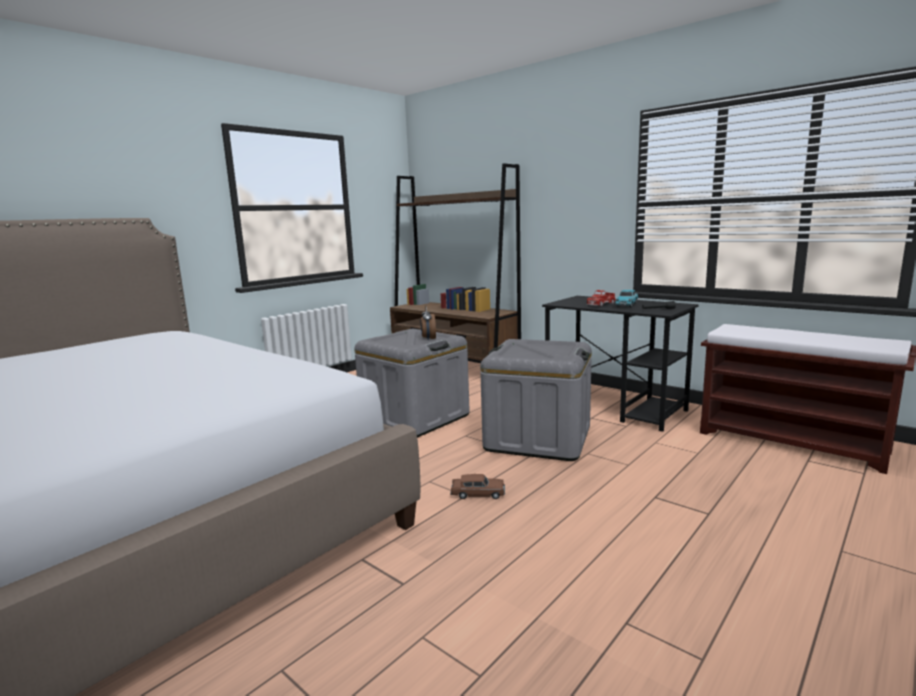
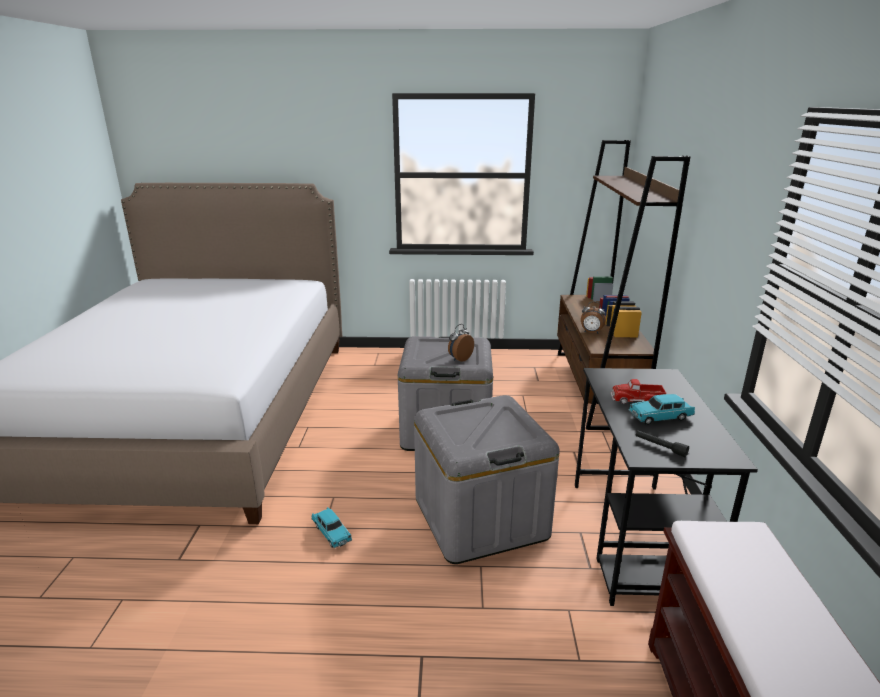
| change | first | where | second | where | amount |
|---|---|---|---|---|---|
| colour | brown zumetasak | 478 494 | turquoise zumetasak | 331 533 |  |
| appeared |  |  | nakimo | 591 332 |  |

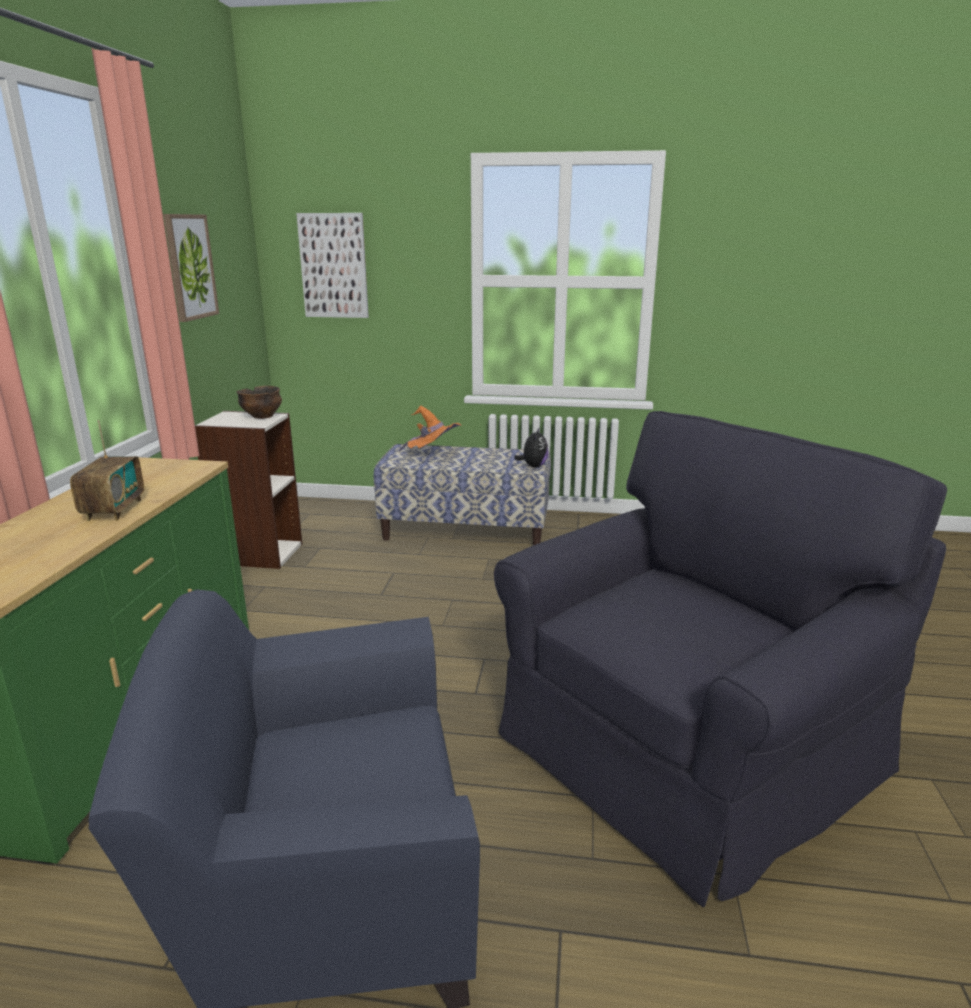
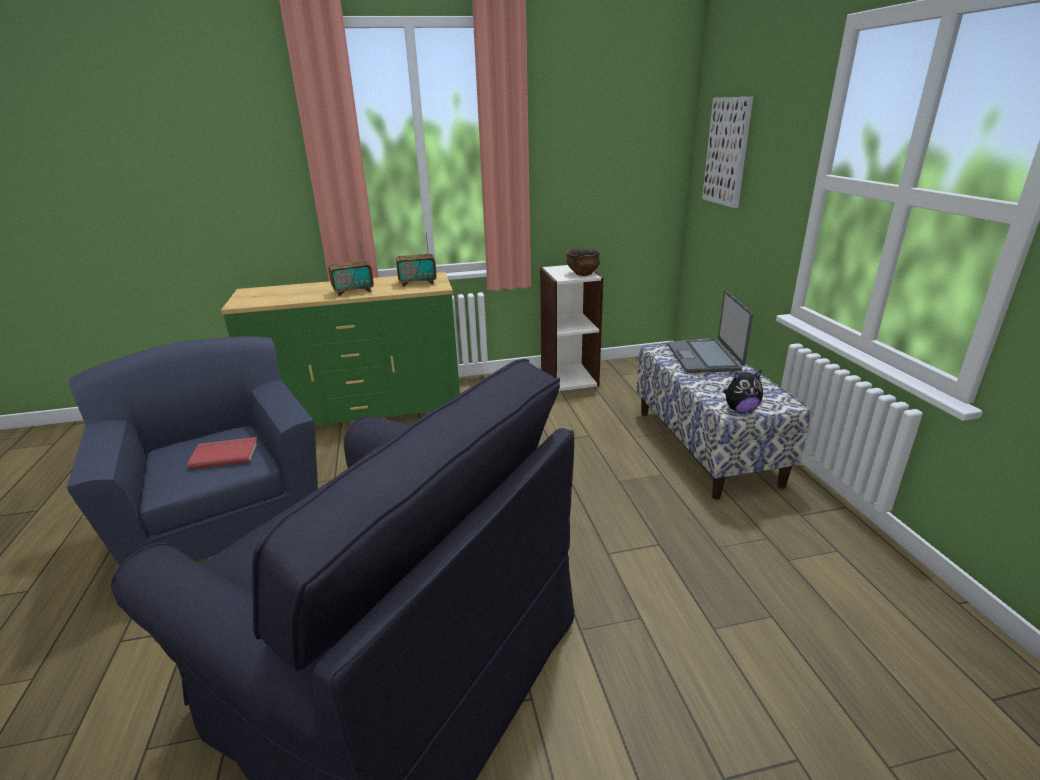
| change | first | where | second | where | amount |
|---|---|---|---|---|---|
| missing | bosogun | 190 267 |  |  |  |
| exchanged | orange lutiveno | 432 454 | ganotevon | 704 357 |  |
| appeared |  |  | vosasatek | 417 283 |  |
| appeared |  |  | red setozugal | 224 454 |  |

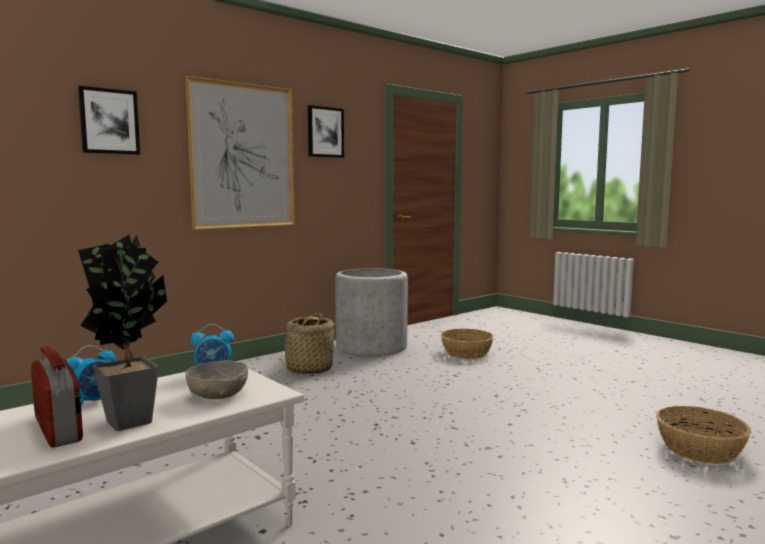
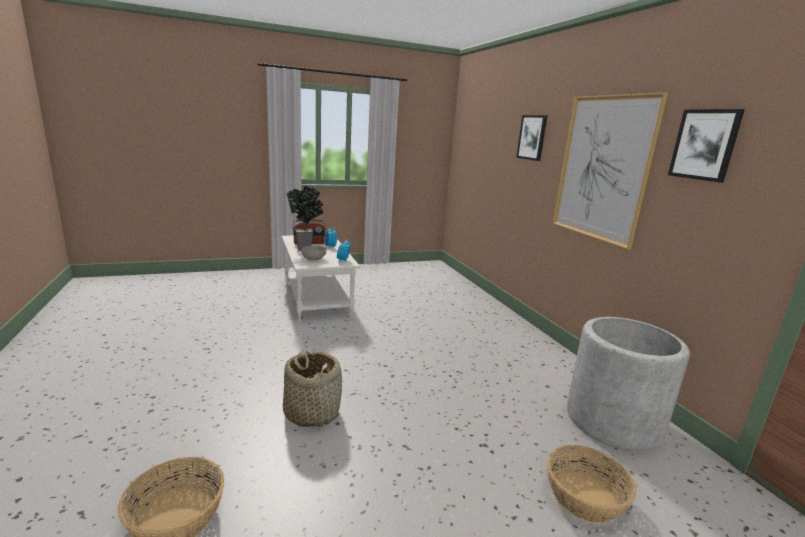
| change | first | where | second | where | amount |
|---|---|---|---|---|---|
| relocated | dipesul | 309 370 |  | 312 412 |  |

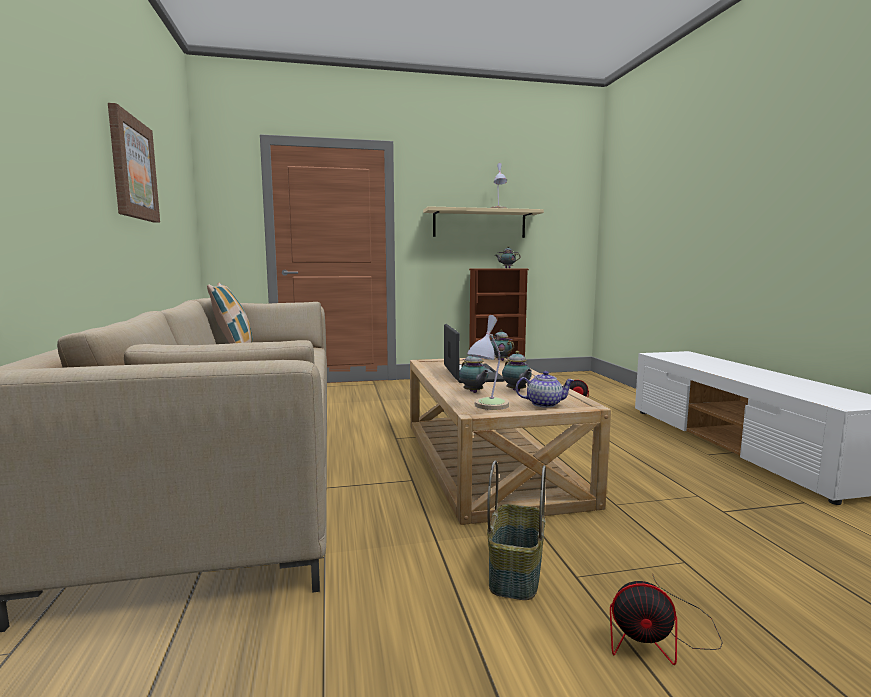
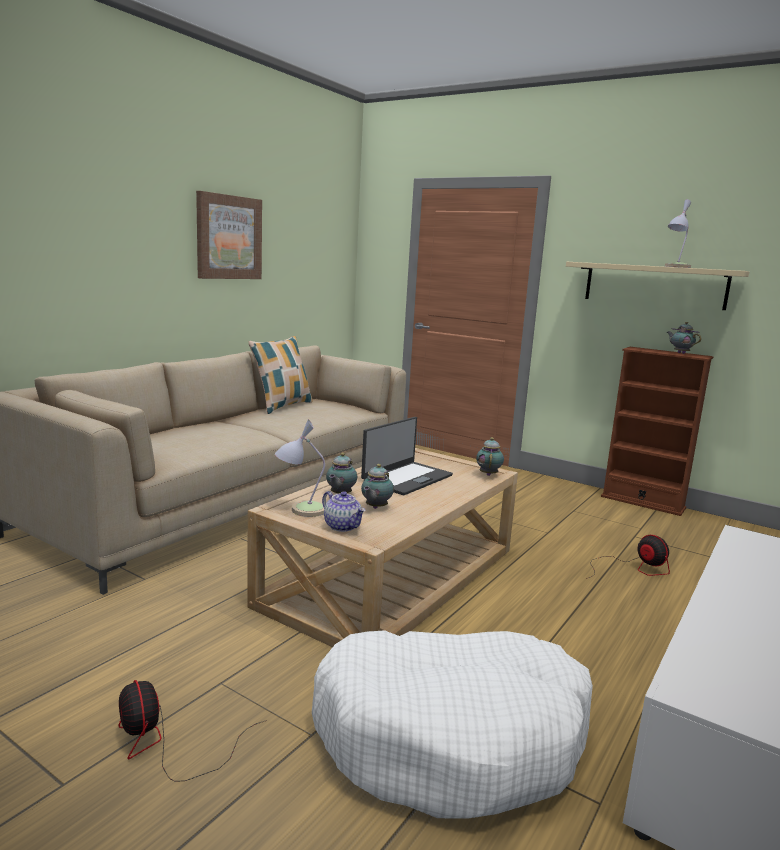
| change | first | where | second | where | amount |
|---|---|---|---|---|---|
| missing | dipesul | 514 572 |  |  |  |
| appeared |  |  | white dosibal | 452 737 |  |

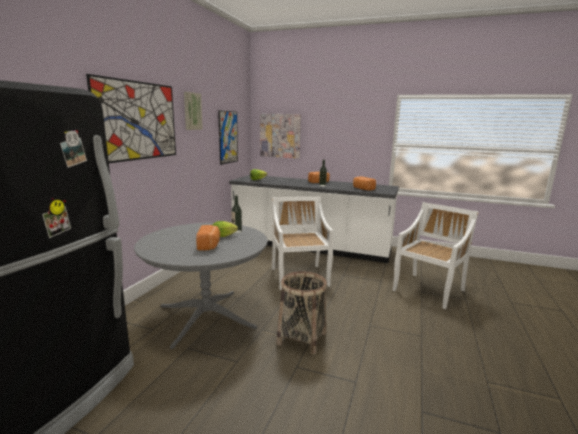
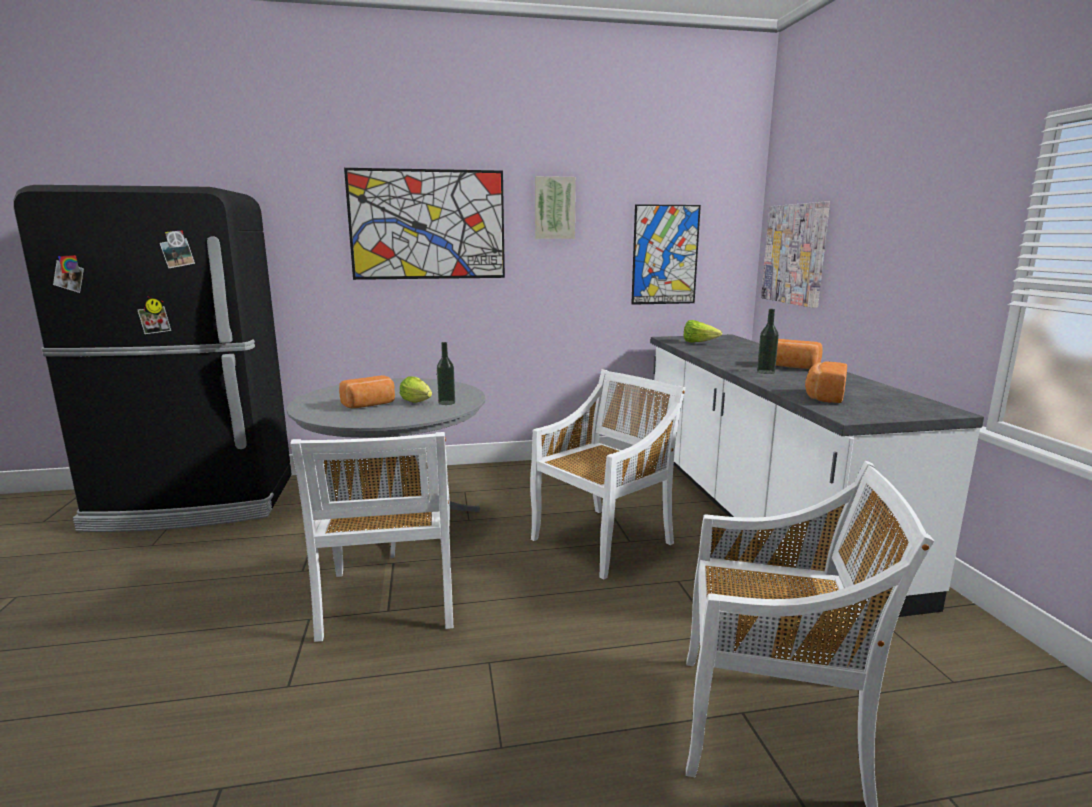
| change | first | where | second | where | amount |
|---|---|---|---|---|---|
| exchanged | dipesul | 301 338 | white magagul | 389 601 |  |

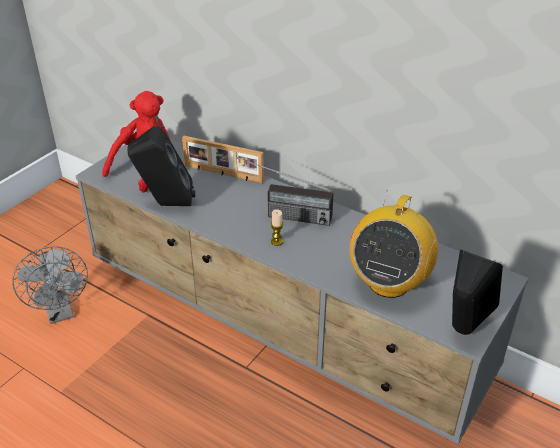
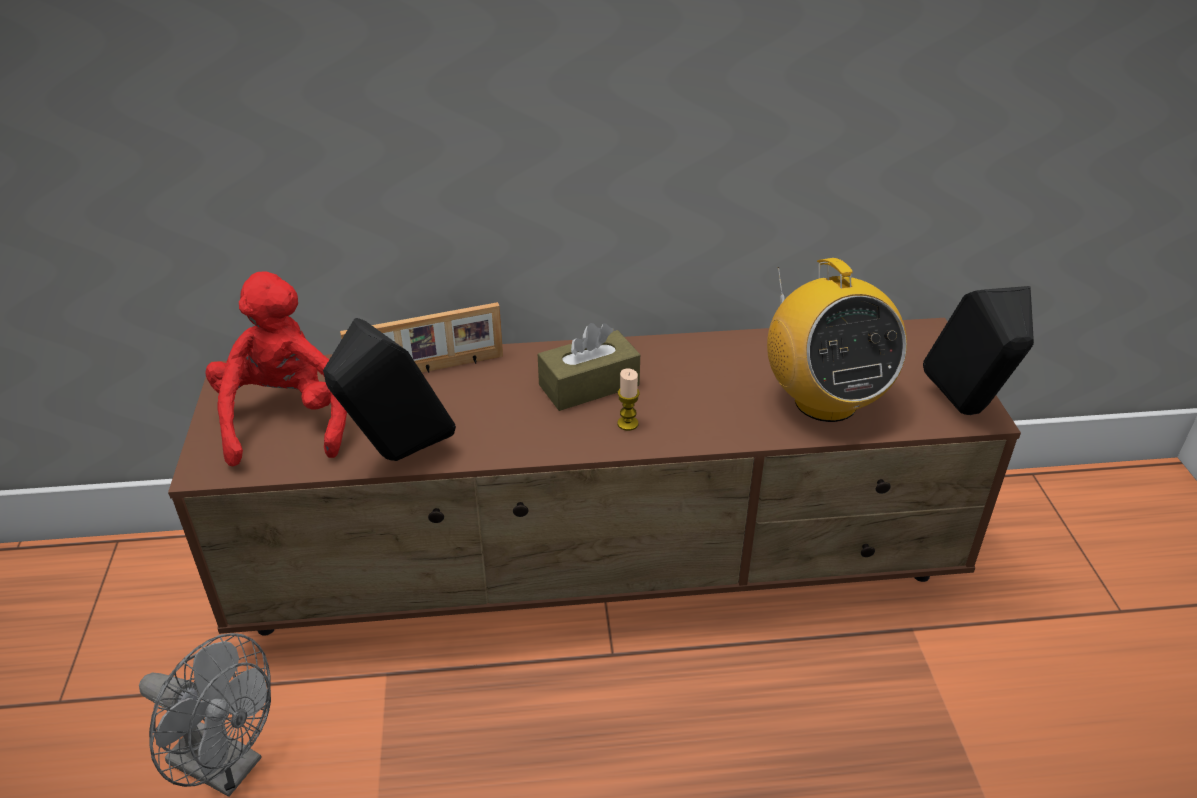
| change | first | where | second | where | amount |
|---|---|---|---|---|---|
| colour | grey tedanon | 282 328 | brown tedanon | 602 572 |  |
| exchanged | vosasatek | 283 215 | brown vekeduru | 589 385 |  |

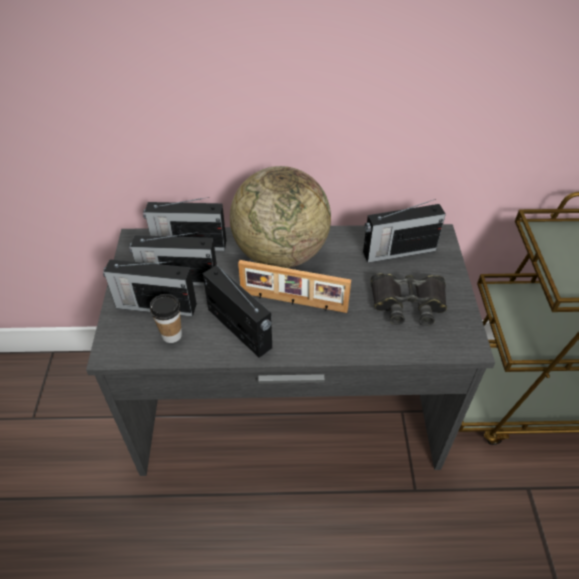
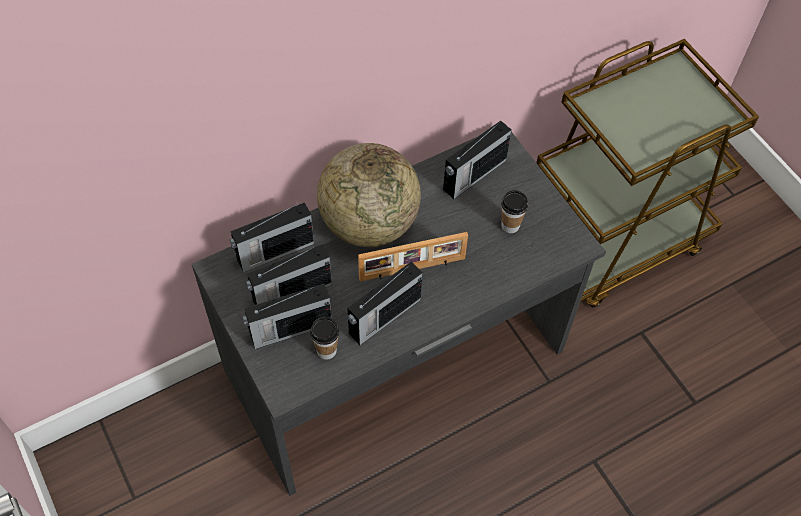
| change | first | where | second | where | amount |
|---|---|---|---|---|---|
| spun | vosasatek | 240 329 |  | 383 317 | 120 degrees clockwise |
| exchanged | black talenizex | 408 302 | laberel | 510 225 |  |

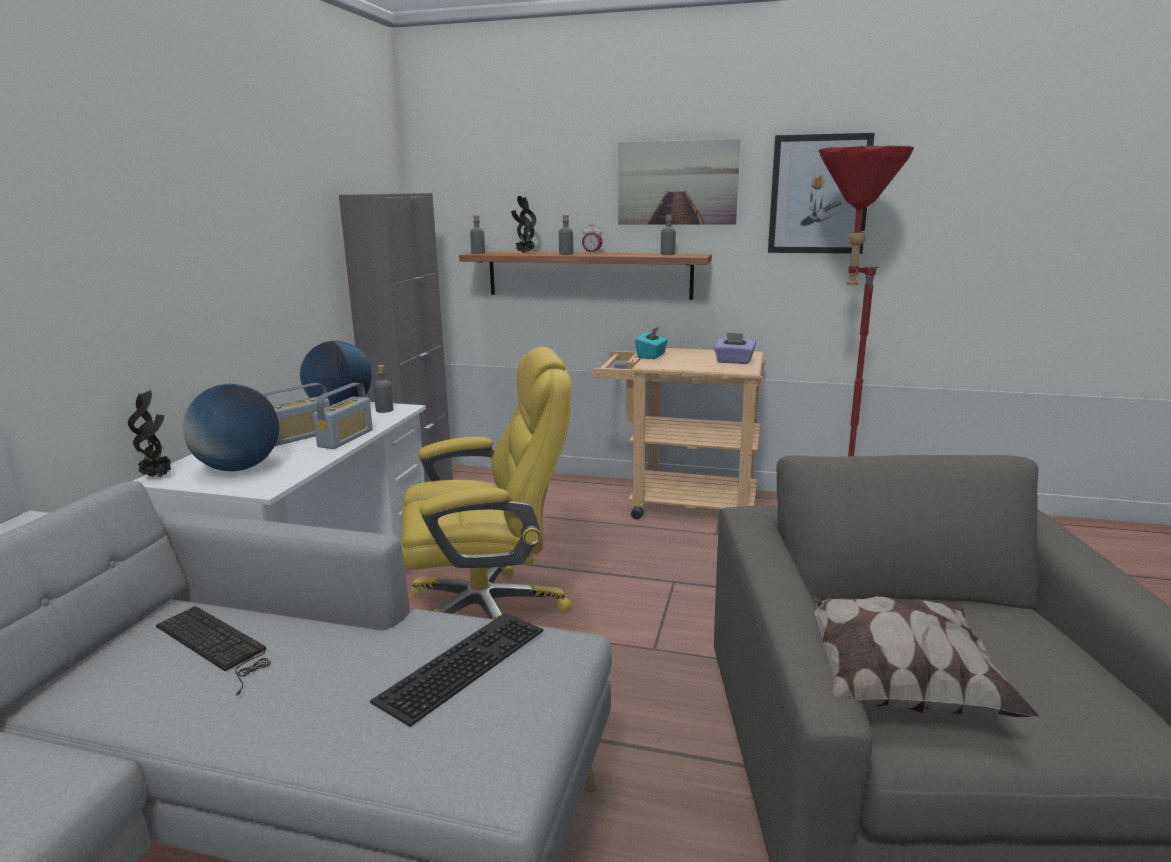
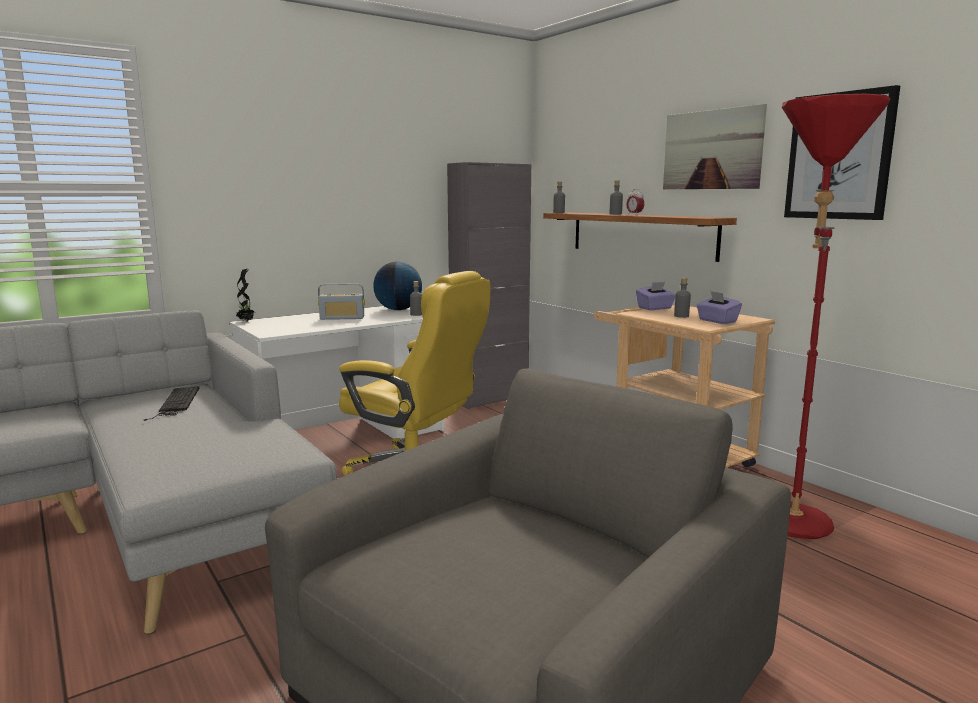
| change | first | where | second | where | amount |
|---|---|---|---|---|---|
| missing | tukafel | 524 253 |  |  |  |
| relocated | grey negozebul | 667 254 |  | 681 316 |  |
| colour | turquoise vekeduru | 651 356 | purple vekeduru | 655 308 |  |
| missing | vosasatek | 346 438 |  |  |  |
| missing | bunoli | 238 468 |  |  |  |
| missing | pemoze | 893 685 |  |  |  |
| missing | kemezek | 461 662 |  |  |  |

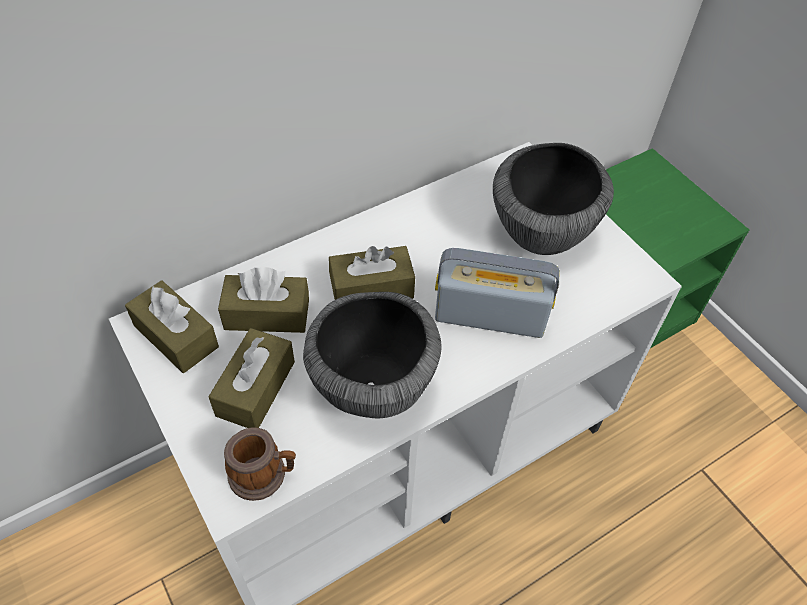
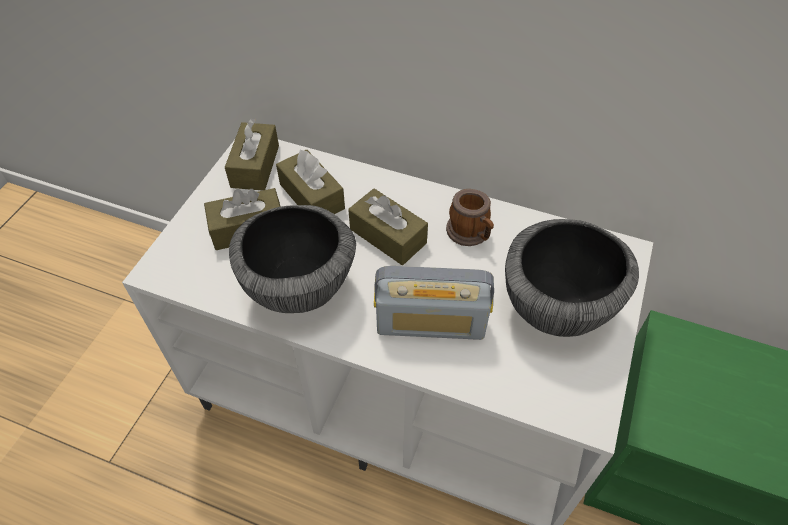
| change | first | where | second | where | amount |
|---|---|---|---|---|---|
| spun | vosasatek | 489 316 |  | 431 323 | 120 degrees clockwise |
| relocated | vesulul | 264 474 |  | 471 233 |  |

